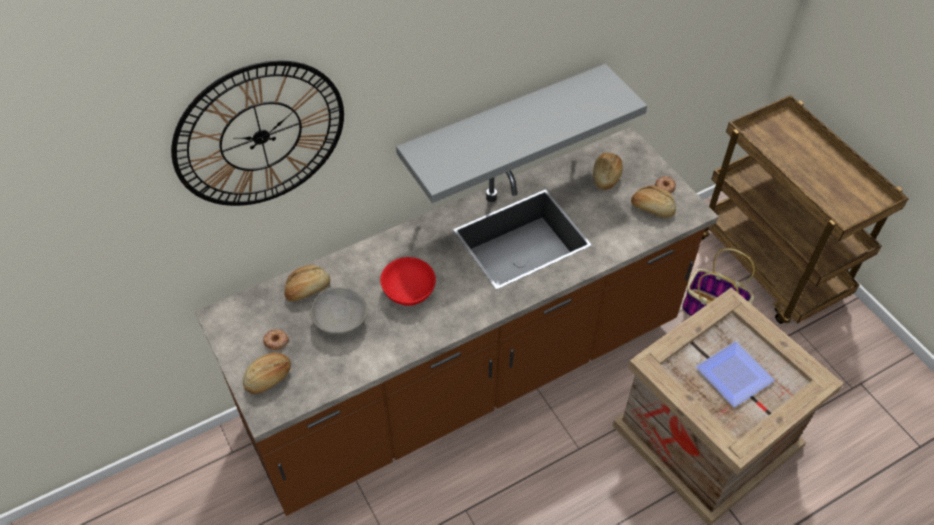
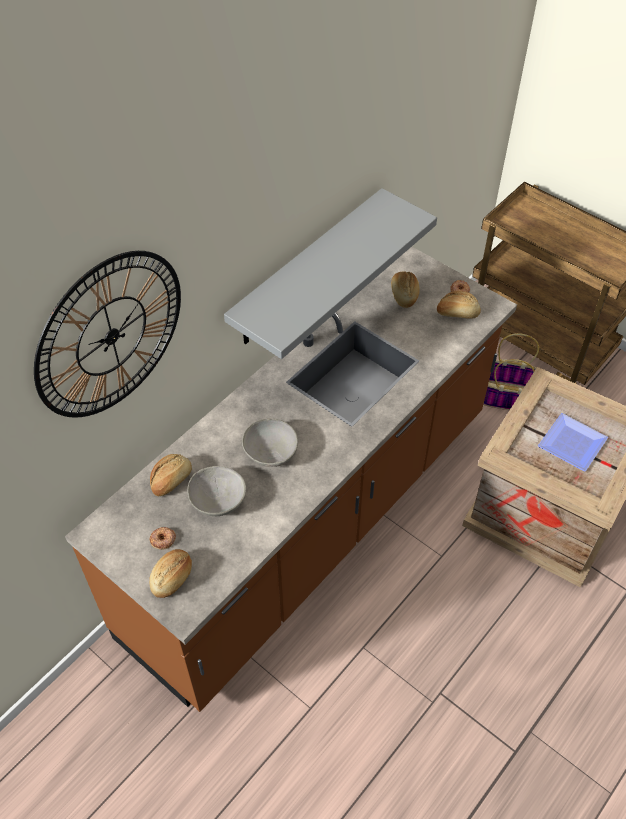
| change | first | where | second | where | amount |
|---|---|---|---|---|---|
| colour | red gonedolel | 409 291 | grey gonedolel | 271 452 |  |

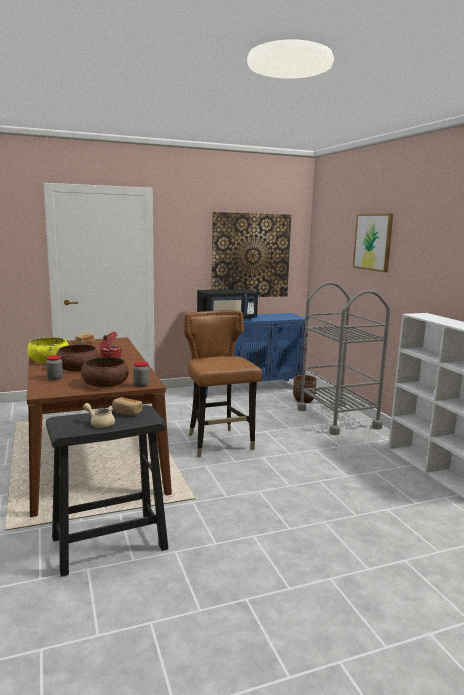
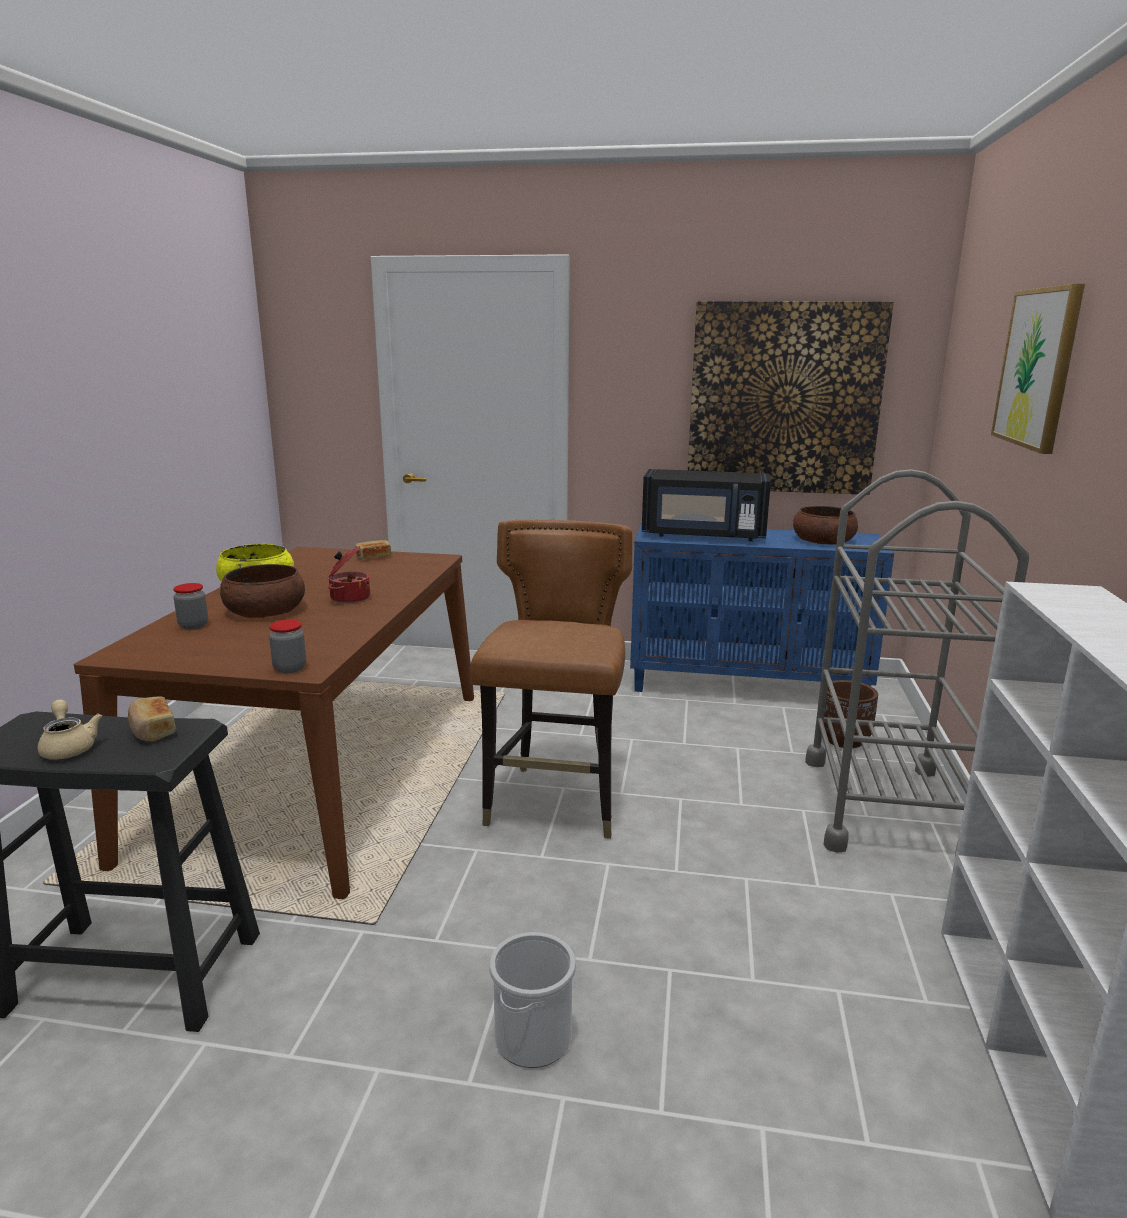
| change | first | where | second | where | amount |
|---|---|---|---|---|---|
| relocated | brown gonedolel | 105 383 |  | 823 540 |  |
| appeared |  |  | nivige | 533 1037 |  |

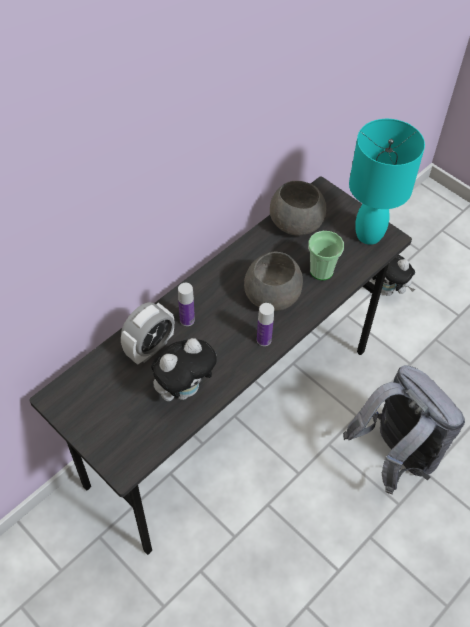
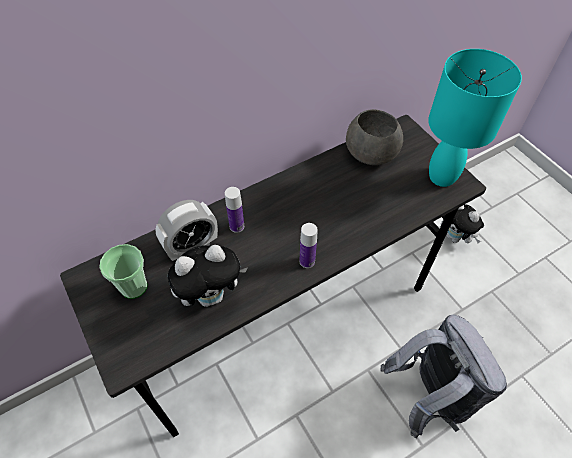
| change | first | where | second | where | amount |
|---|---|---|---|---|---|
| relocated | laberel | 321 271 |  | 134 286 |  |
| missing | grey gonedolel | 273 294 |  |  |  |

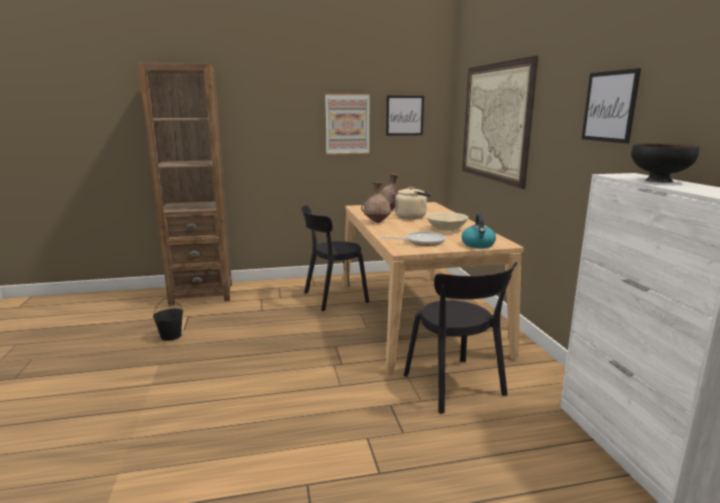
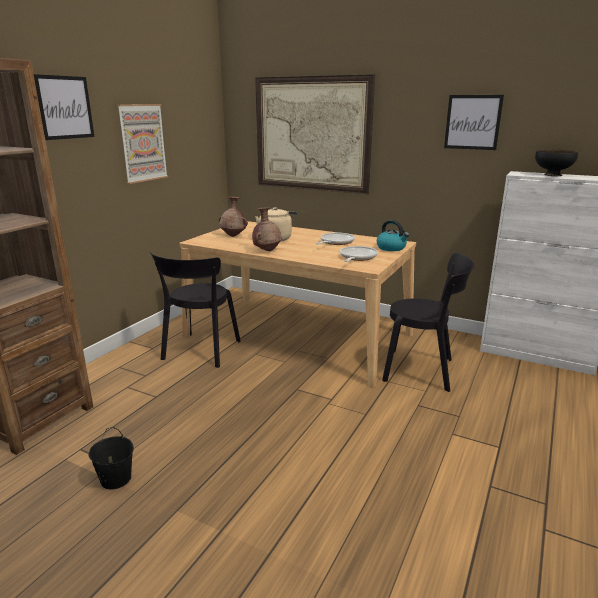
| change | first | where | second | where | amount |
|---|---|---|---|---|---|
| relocated | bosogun | 404 115 |  | 65 107 |  |
| exchanged | beige gonedolel | 446 229 | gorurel | 335 242 |  |

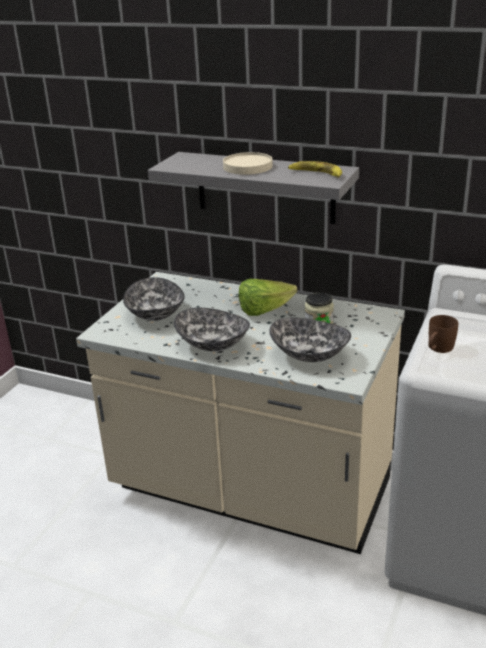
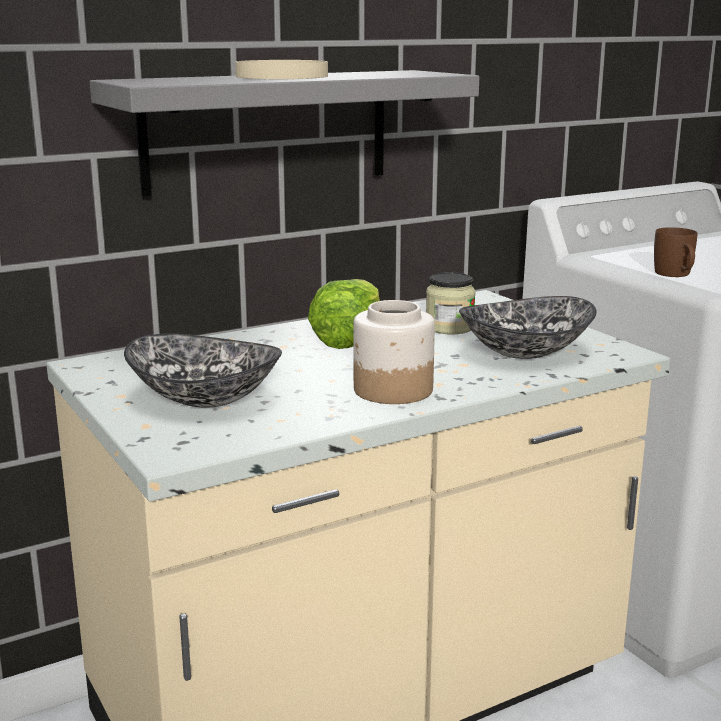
| change | first | where | second | where | amount |
|---|---|---|---|---|---|
| missing | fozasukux | 316 173 |  |  |  |
| exchanged | gonedolel | 212 345 | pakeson | 392 390 |  |

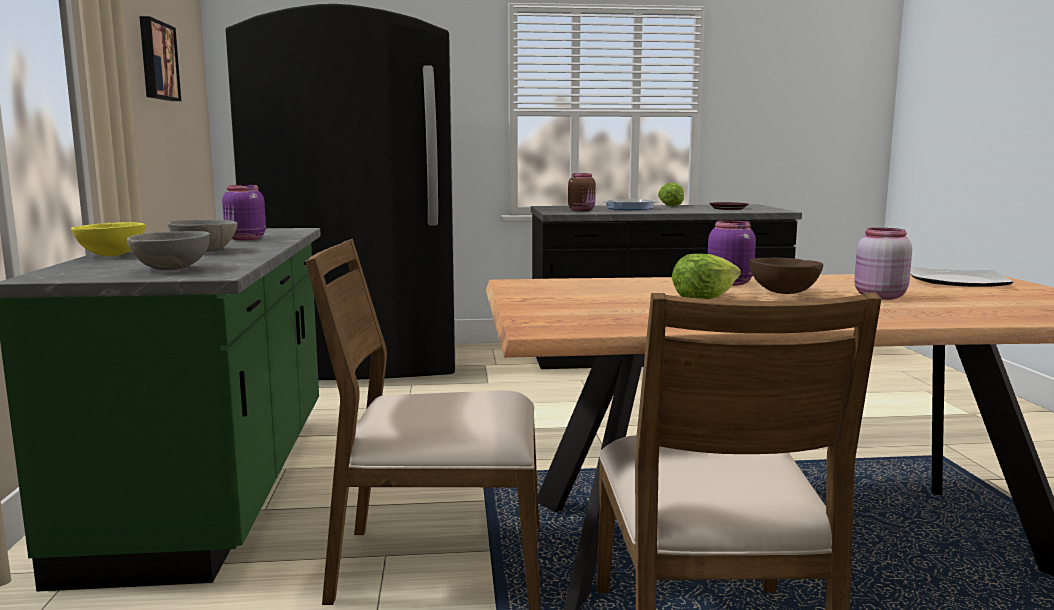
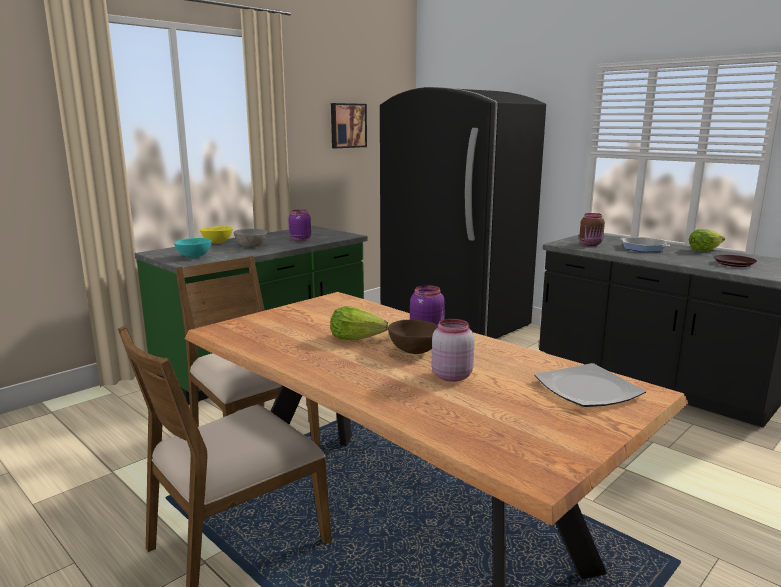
| change | first | where | second | where | amount |
|---|---|---|---|---|---|
| colour | grey gonedolel | 172 269 | turquoise gonedolel | 193 257 |  |

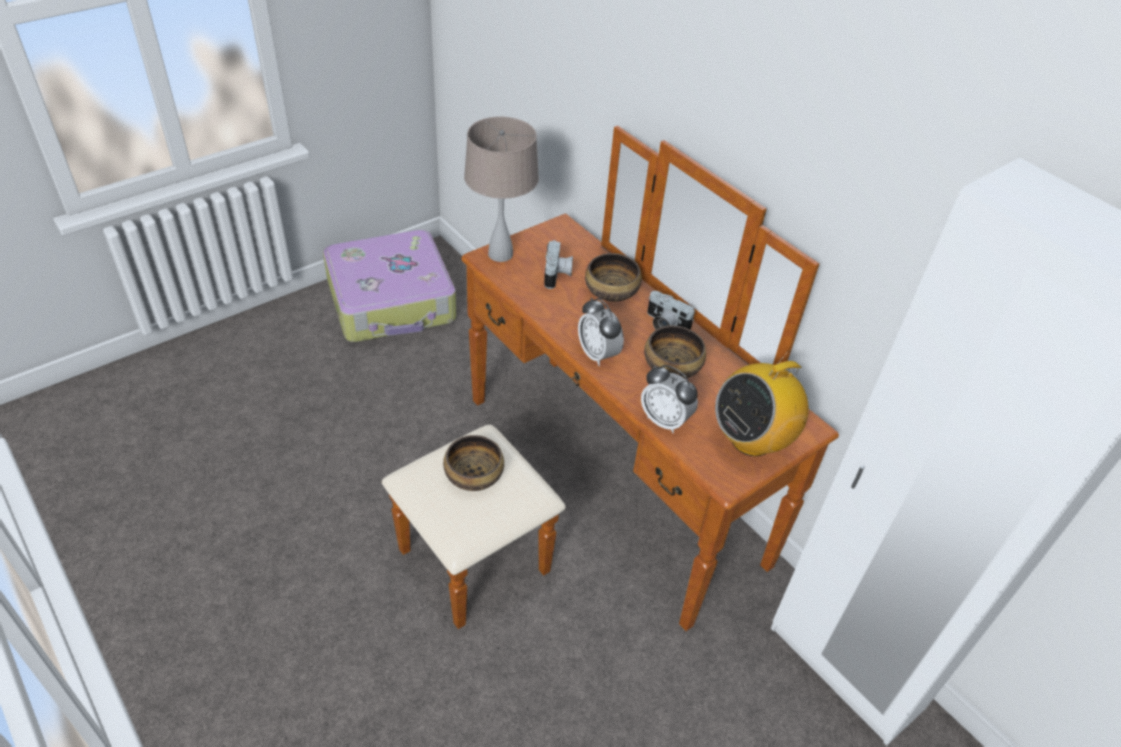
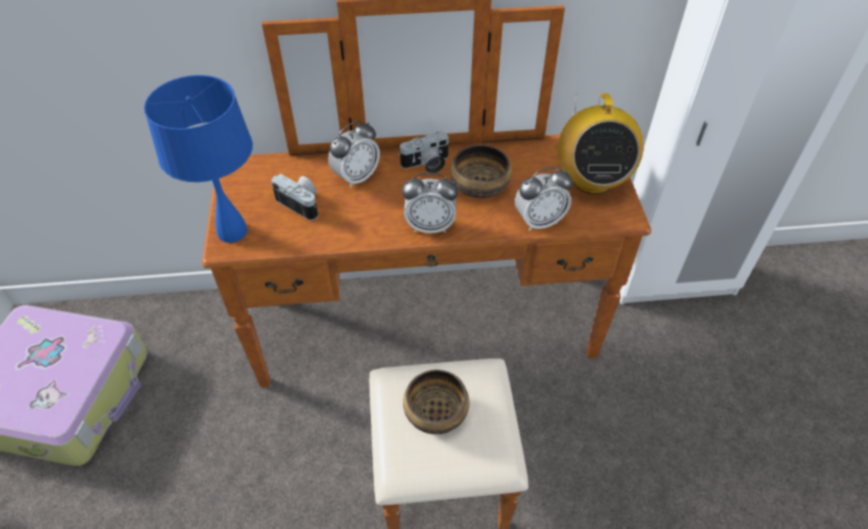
| change | first | where | second | where | amount |
|---|---|---|---|---|---|
| colour | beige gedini | 500 253 | blue gedini | 232 231 |  |
| exchanged | gonedolel | 612 291 | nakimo | 356 177 |  |

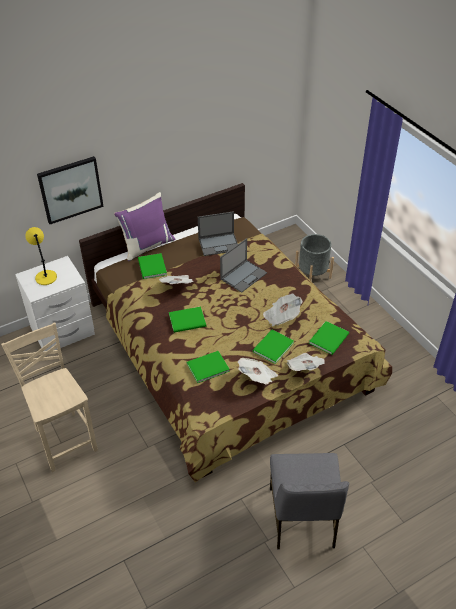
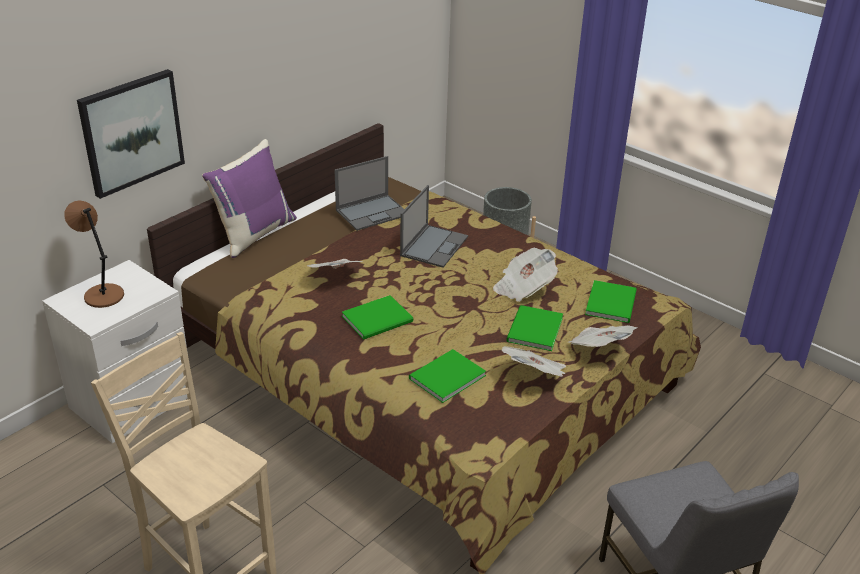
| change | first | where | second | where | amount |
|---|---|---|---|---|---|
| colour | yellow gedini | 45 277 | brown gedini | 102 295 |  |
| missing | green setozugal | 151 267 |  |  |  |

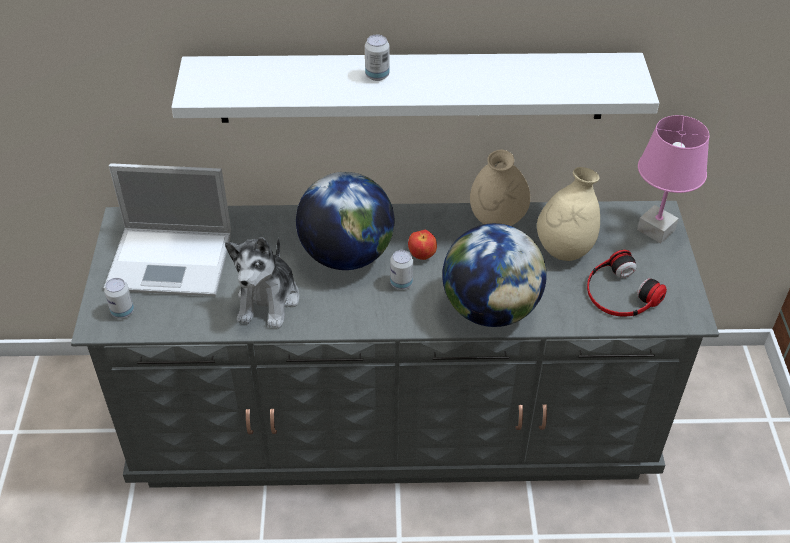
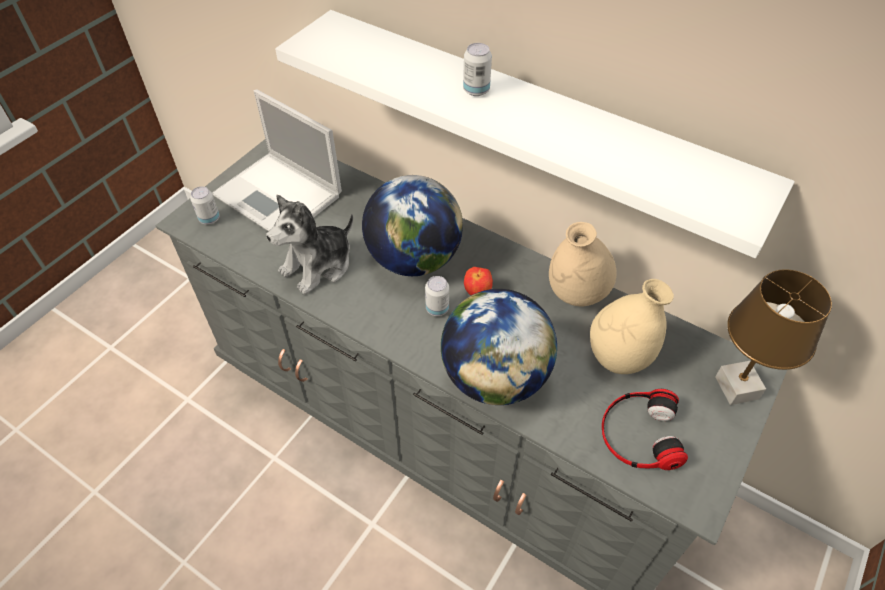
| change | first | where | second | where | amount |
|---|---|---|---|---|---|
| colour | pink gedini | 656 230 | brown gedini | 737 388 |  |

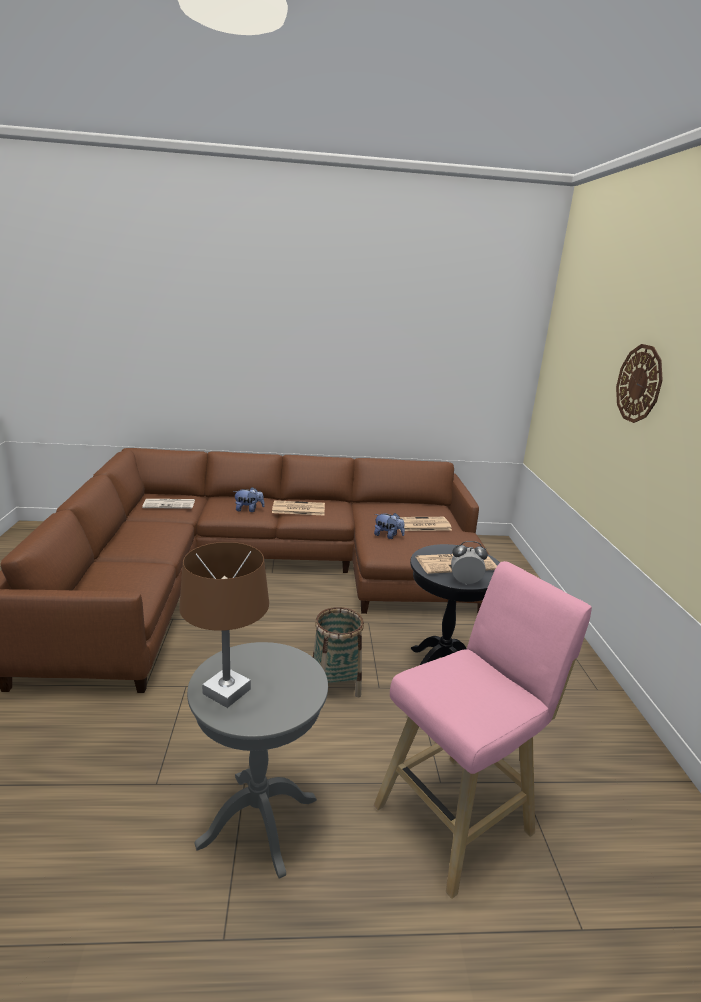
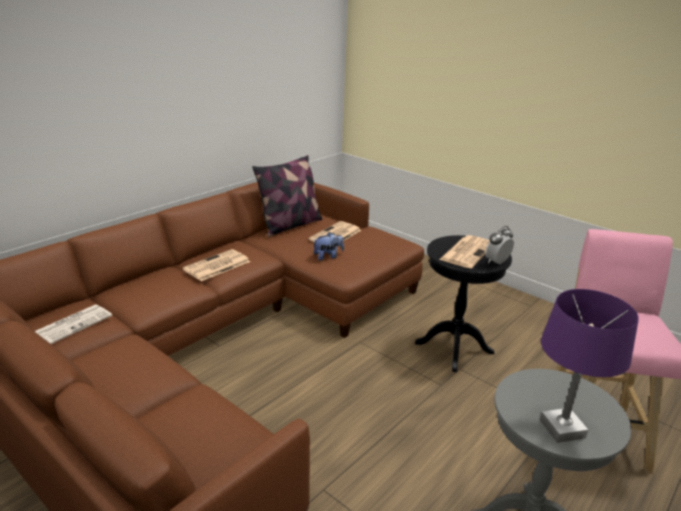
| change | first | where | second | where | amount |
|---|---|---|---|---|---|
| missing | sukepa | 639 383 |  |  |  |
| missing | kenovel | 248 510 |  |  |  |
| colour | brown gedini | 227 691 | purple gedini | 561 428 |  |
| missing | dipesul | 335 684 |  |  |  |
| appeared |  |  | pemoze | 290 225 |  |

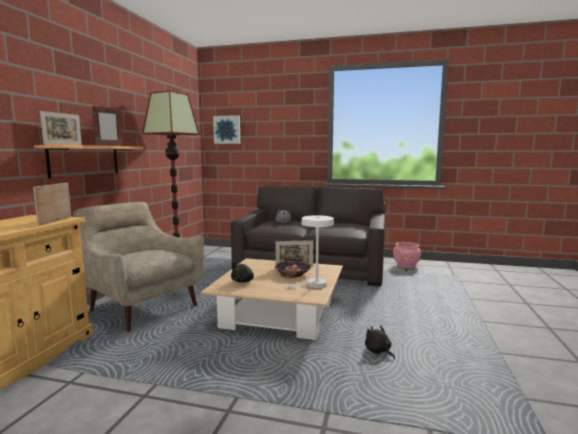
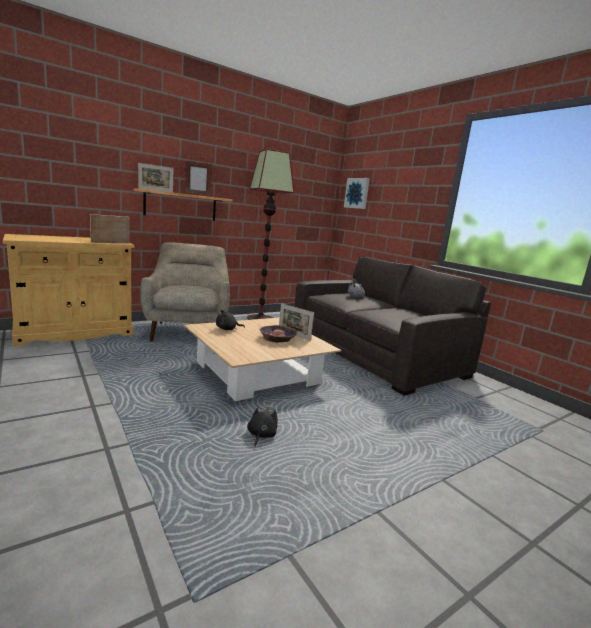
| change | first | where | second | where | amount |
|---|---|---|---|---|---|
| missing | white gedini | 313 285 |  |  |  |
| missing | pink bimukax | 406 265 |  |  |  |

